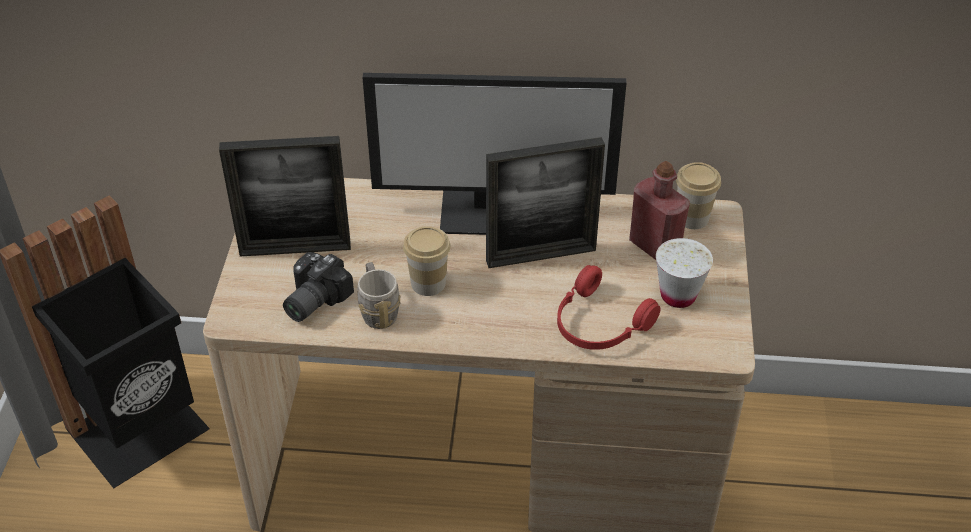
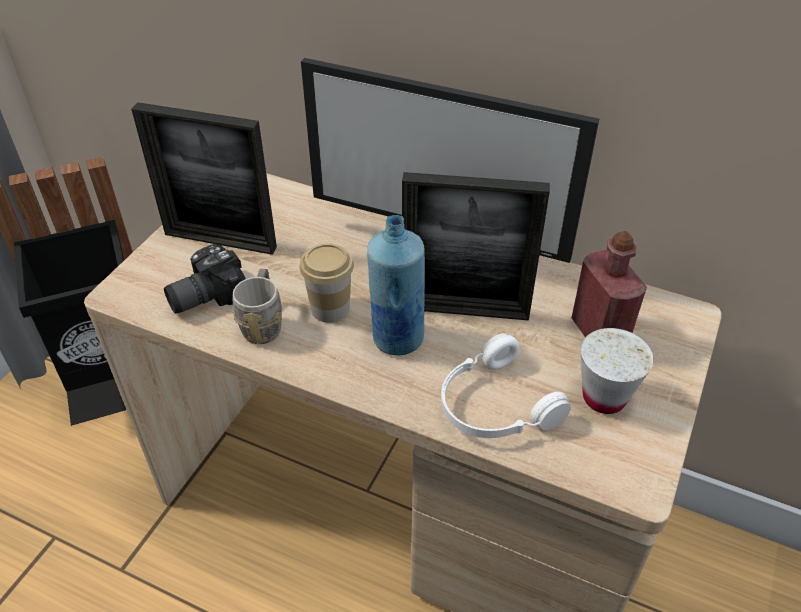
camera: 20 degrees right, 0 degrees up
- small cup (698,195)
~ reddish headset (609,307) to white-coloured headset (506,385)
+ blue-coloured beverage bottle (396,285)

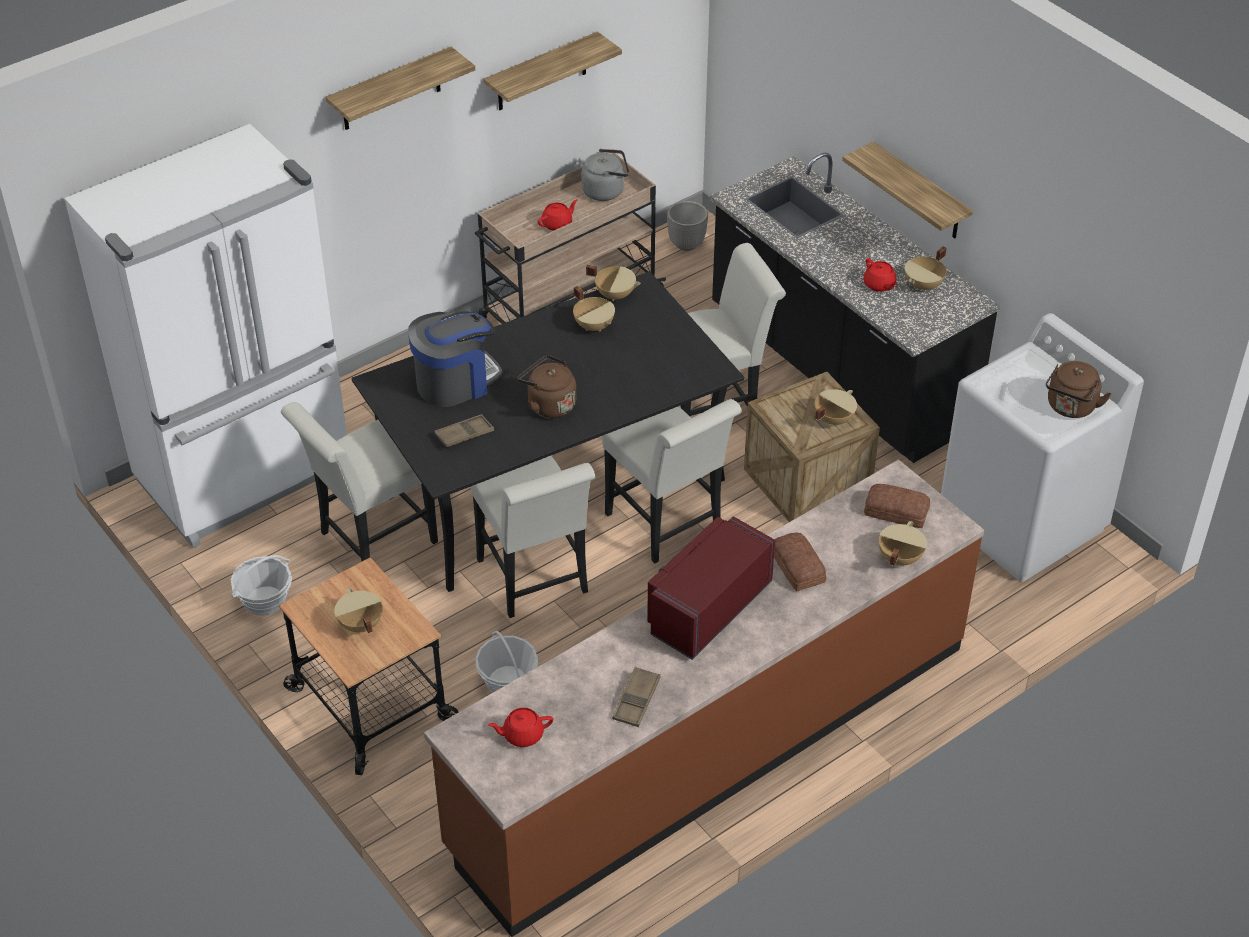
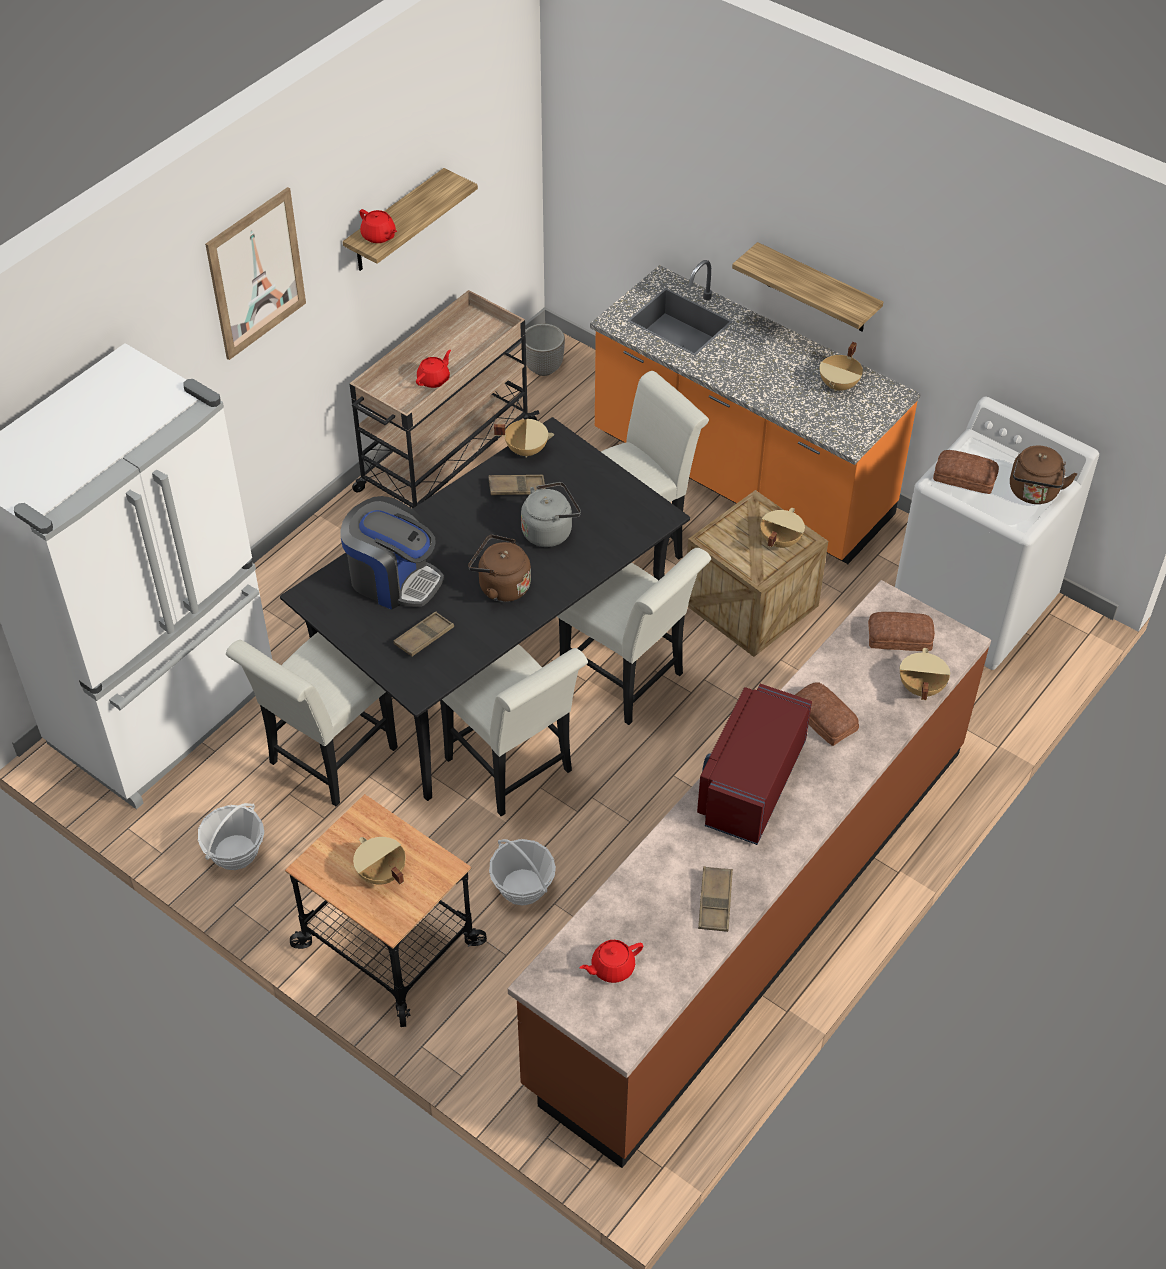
camera: 15 degrees left, 5 degrees up
~ shelf (400,88) to wall picture (255,273)
~ gray kettle (605,175) to (551,514)
~ blackish kitchen base unit (855,308) to orange kitchen base unit (755,412)
~ reddish pot for tea (880,275) to (378,226)
~ sand-coloured saucepot (594,309) to brown carrying tray (517,485)
~ coffee machine (455,359) = (392,553) 75 degrees clockwise
+ bakery bread (966,472)

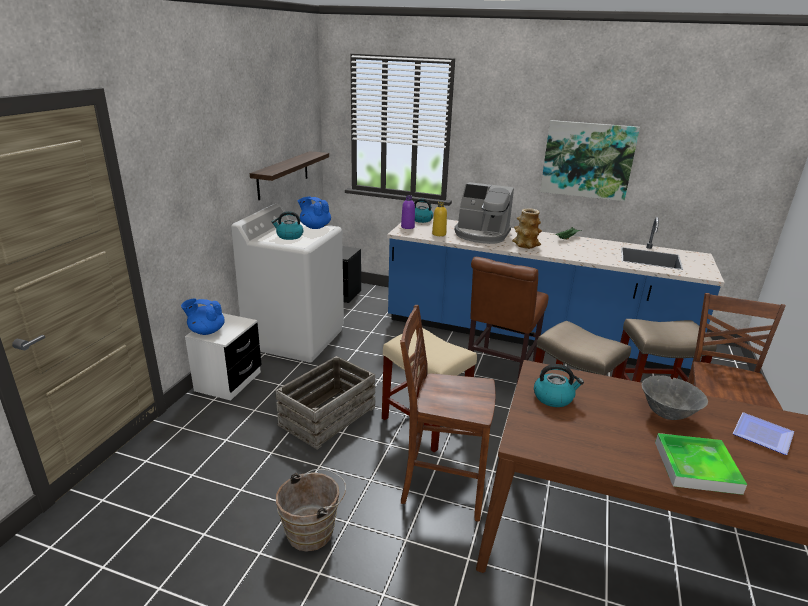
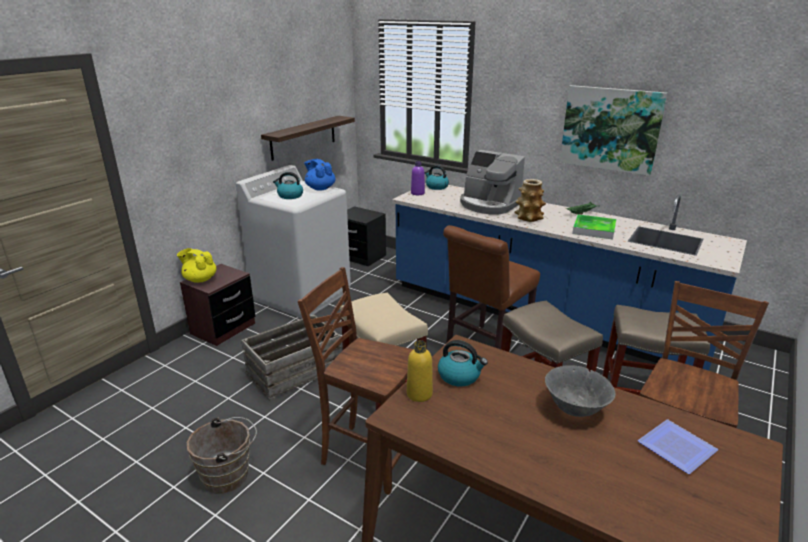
camera: 15 degrees right, 0 degrees up
~ yellow-coloured beverage bottle (439,219) to (420,371)
~ blue-coloured pot for tea (203,316) to yellow-coloured pot for tea (196,265)
~ white-coloured bedside table (223,356) to brown bedside table (217,305)
~ carrying tray (701,464) to (594,227)

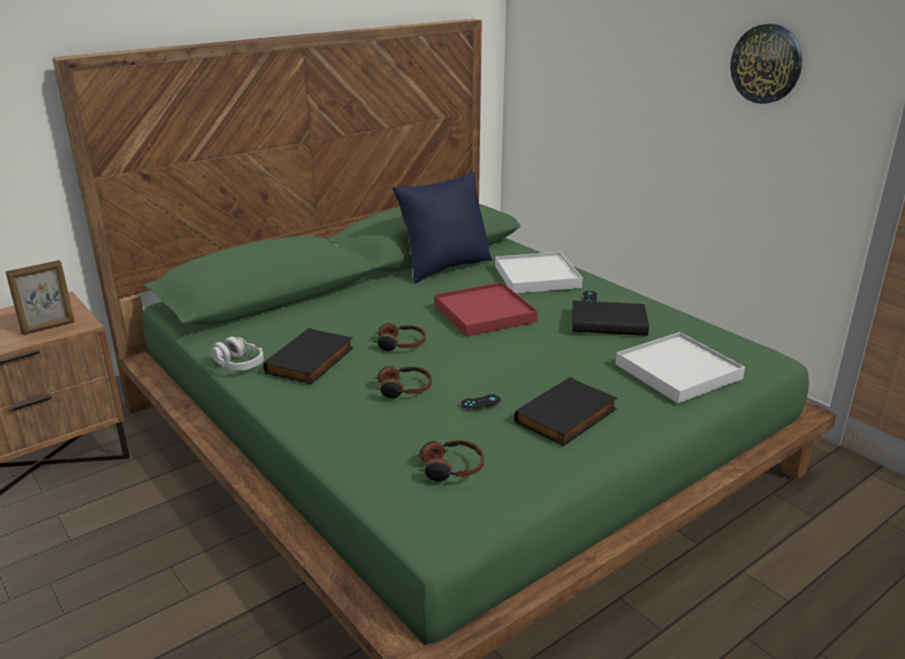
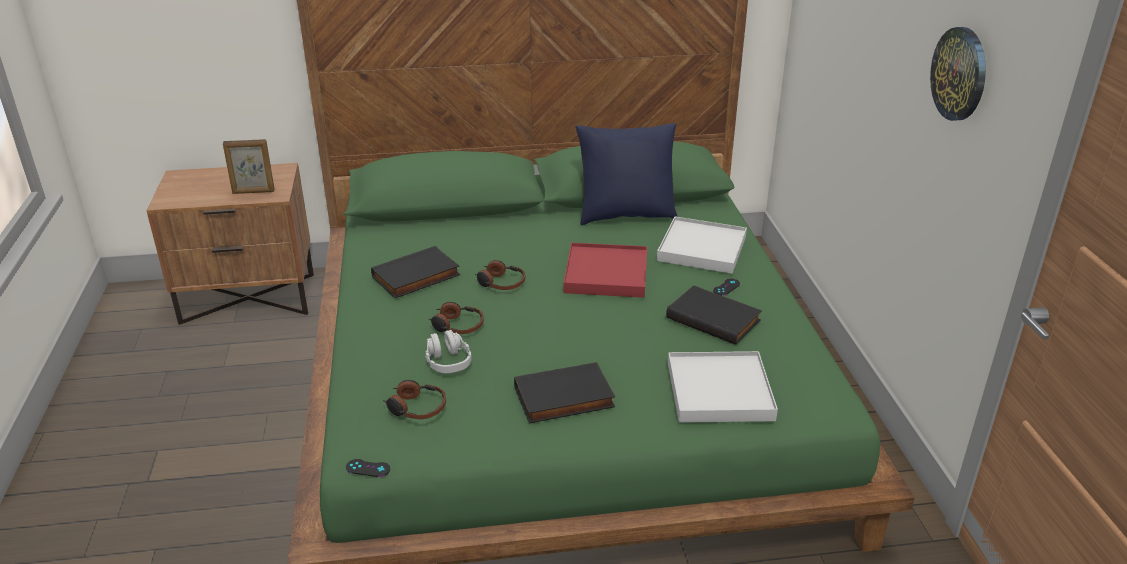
camera: 30 degrees right, 5 degrees up
~ gray headset (237,353) to (449,351)
~ blackish joypad (481,402) to (368,468)

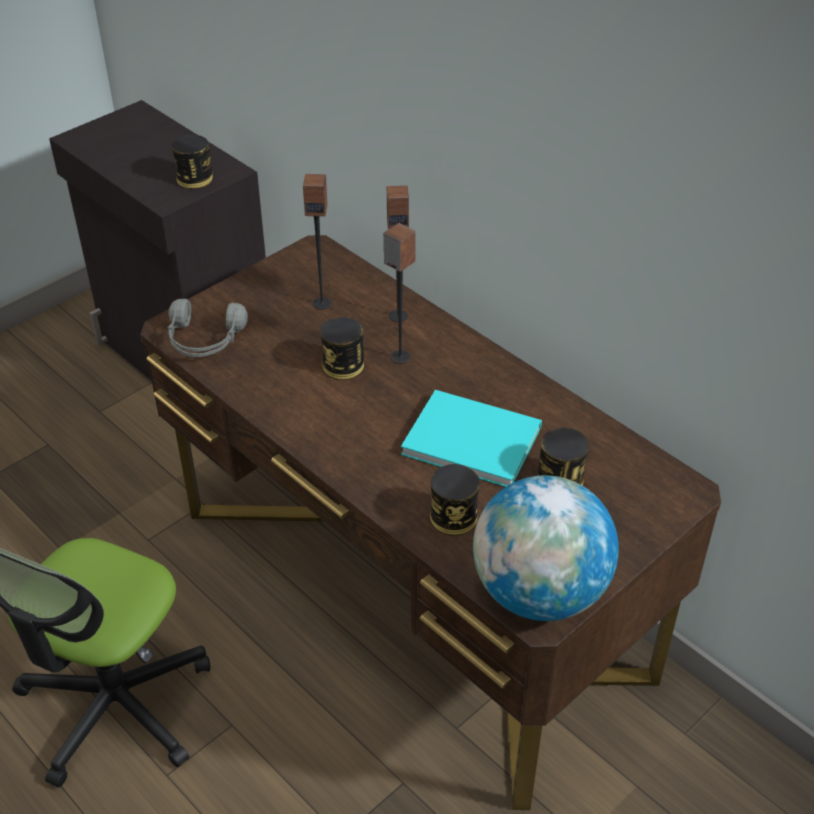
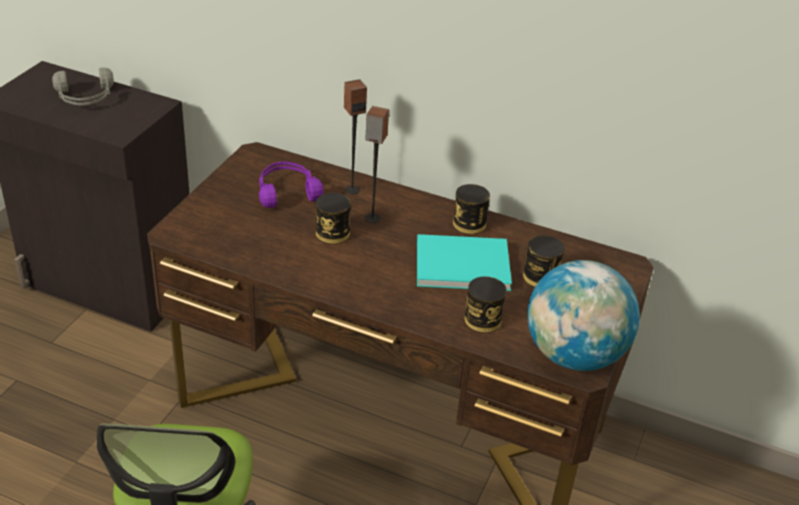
camera: 25 degrees left, 5 degrees down
~ metal can (192,161) to (471,209)
~ audio speaker (317,242) to purple-coloured headset (291,185)
~ gray headset (208,328) to (83,87)

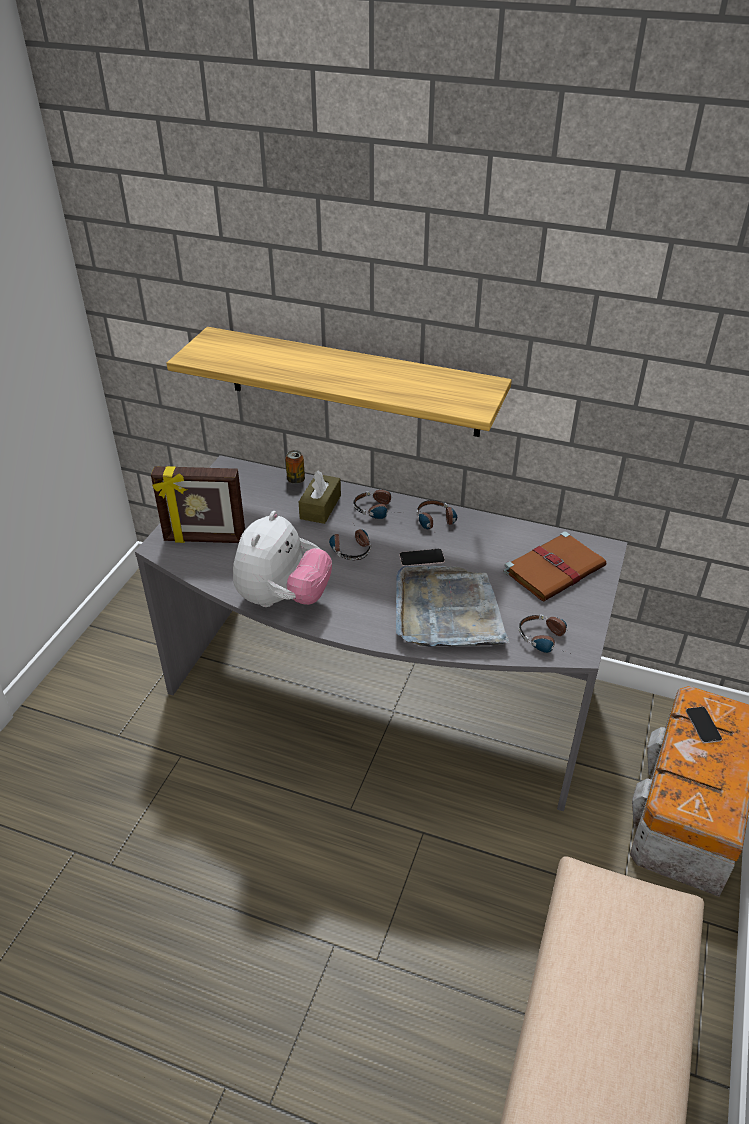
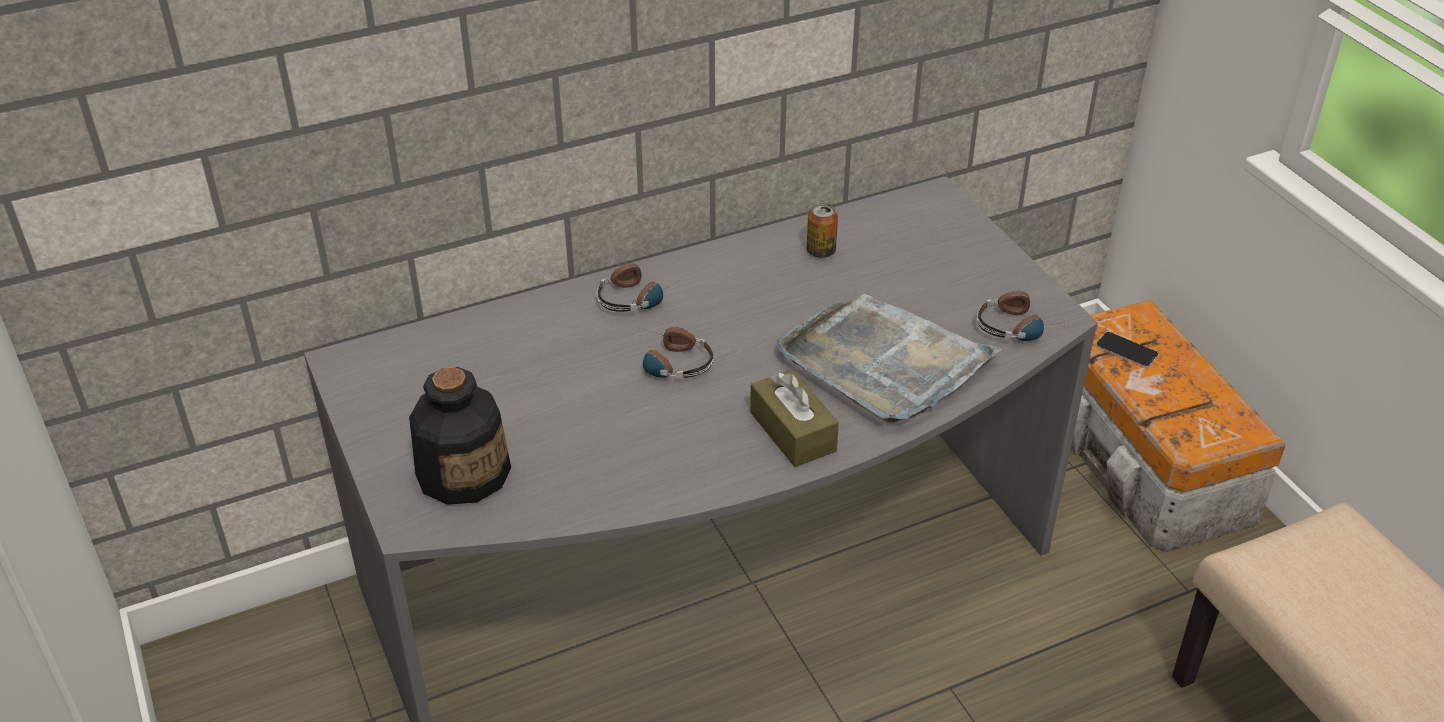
camera: 45 degrees left, 0 degrees up
- shelf (339,382)
~ metal can (295,467) to (822,230)
~ photo frame (198,504) to beverage bottle (460,436)
~ brown tissue holder (320,497) to (794,418)
- headset (437,517)
- soft toy (282,559)
- brown book (555,566)
- handset (422,557)

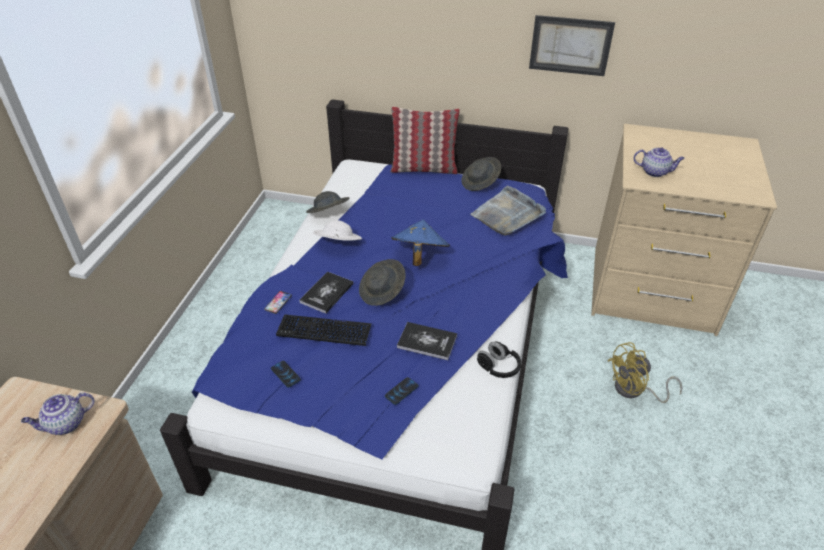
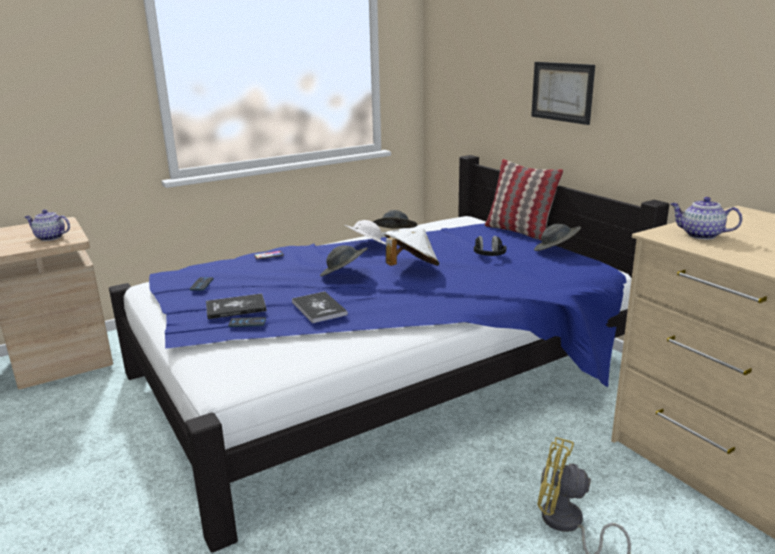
camera: 45 degrees right, 20 degrees down
~ wall picture (572,45) to (563,93)
~ pot for tea (659,162) = (706,218) 150 degrees clockwise
- gray carrying tray (508,211)
~ blue-coloured wearable hat (420,243) to white-coloured wearable hat (411,247)
~ book (326,292) to (236,306)
- computer keyboard (324,330)
~ blackish headset (499,360) to (490,246)

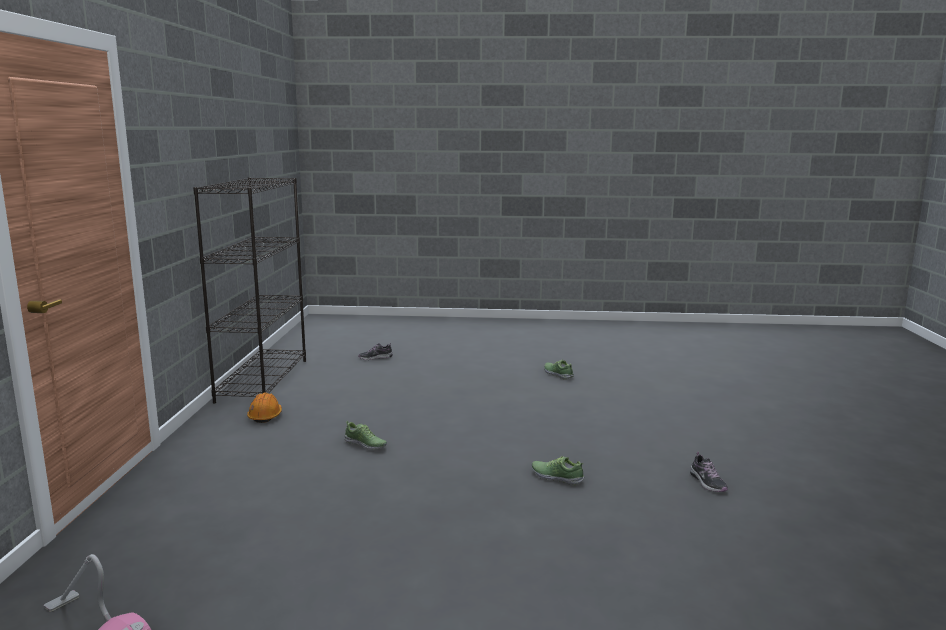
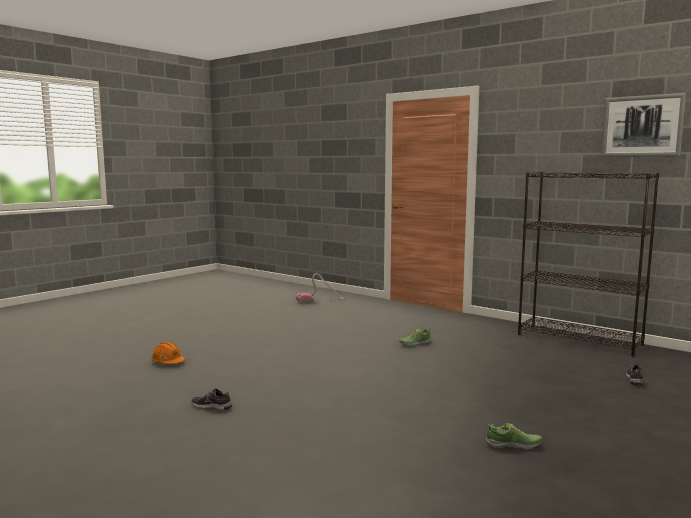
camera: 125 degrees right, 5 degrees down
~ orange safety helmet (264,407) to (168,353)
- item of footwear (558,470)
+ wall picture (643,125)

